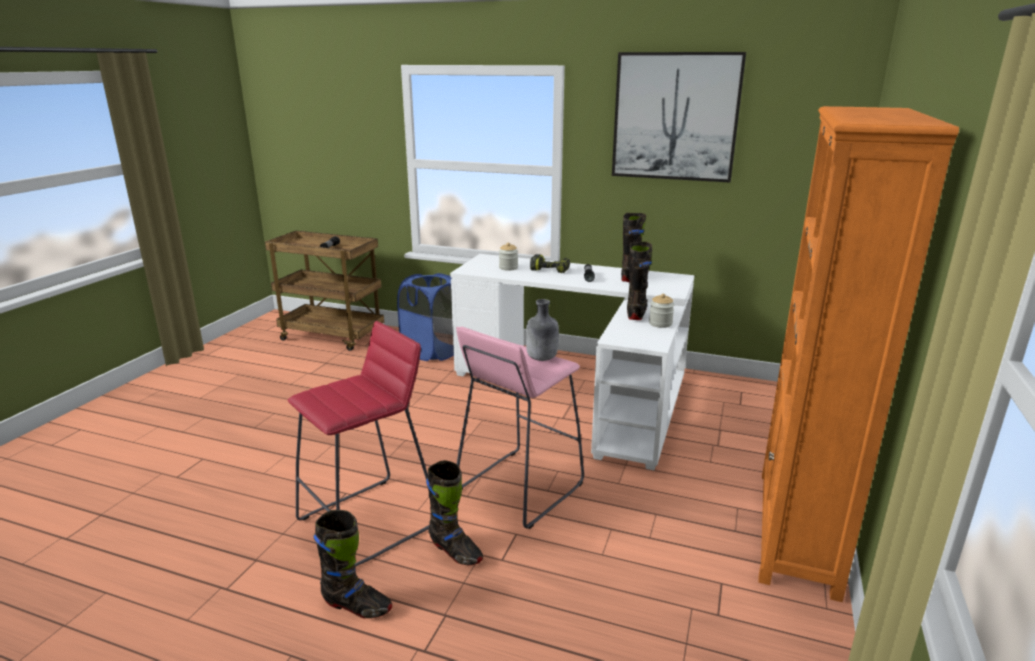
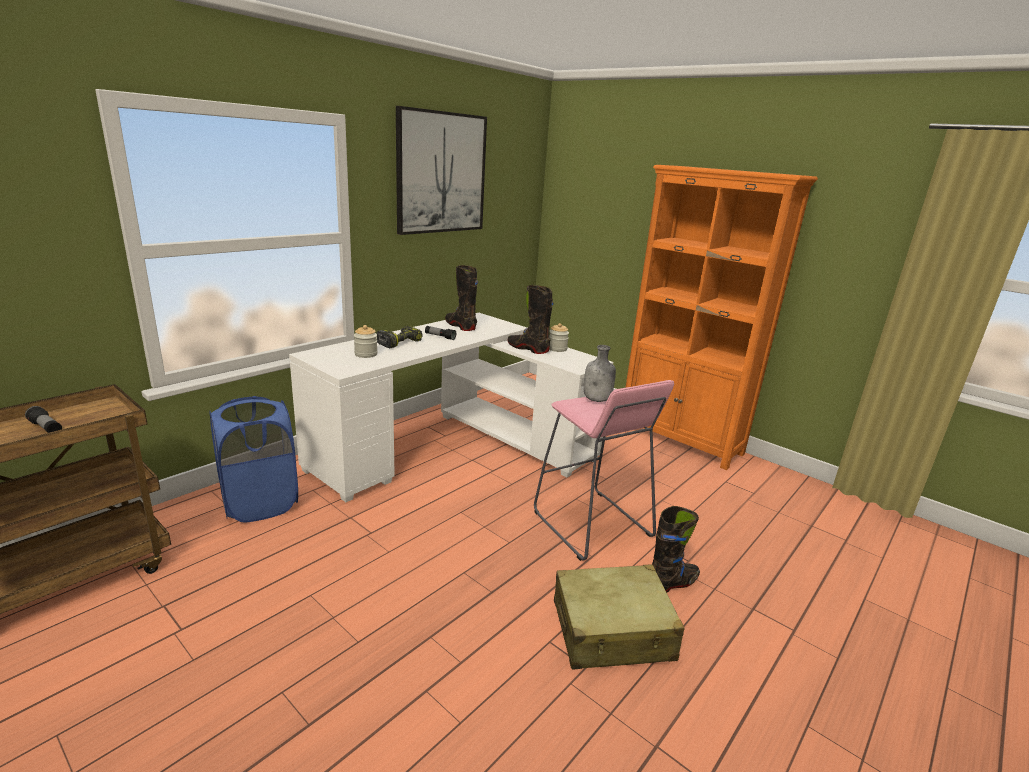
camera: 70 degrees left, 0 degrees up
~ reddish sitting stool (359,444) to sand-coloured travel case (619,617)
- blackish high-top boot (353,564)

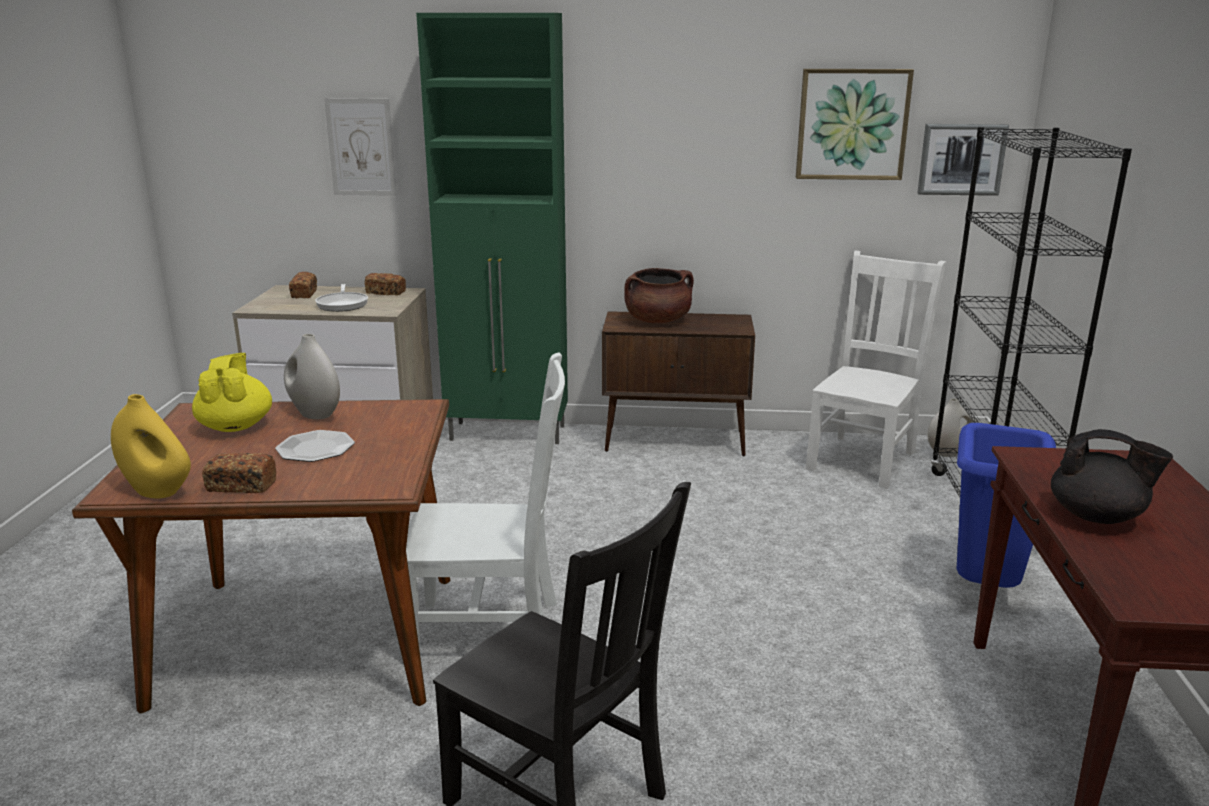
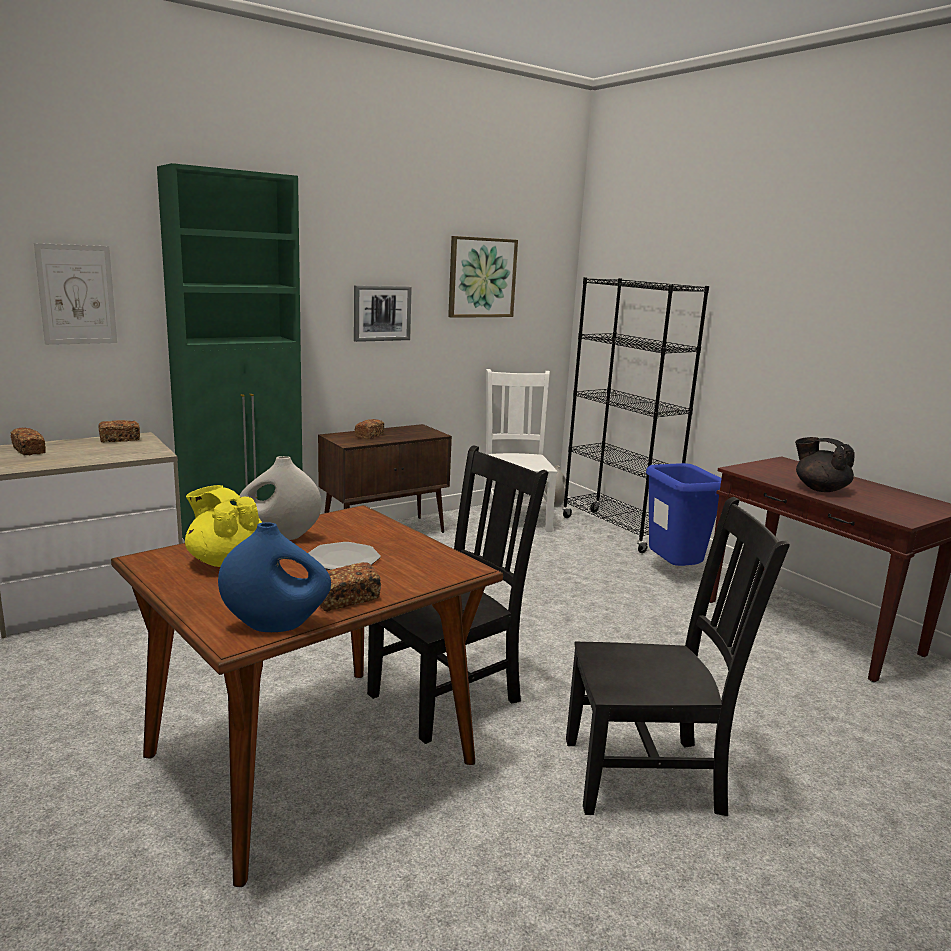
camera: 40 degrees left, 5 degrees down
~ wall picture (963,160) to (383,313)
~ brown saucepot (659,295) to bakery bread (369,429)
- pan (341,298)
~ white-coloured plain chair (485,497) to blackish plain chair (458,594)
~ yellow-coloured vase (151,446) to blue-coloured vase (274,577)
~ blackish pot for tea (1112,476) = (825,464) 120 degrees counterclockwise

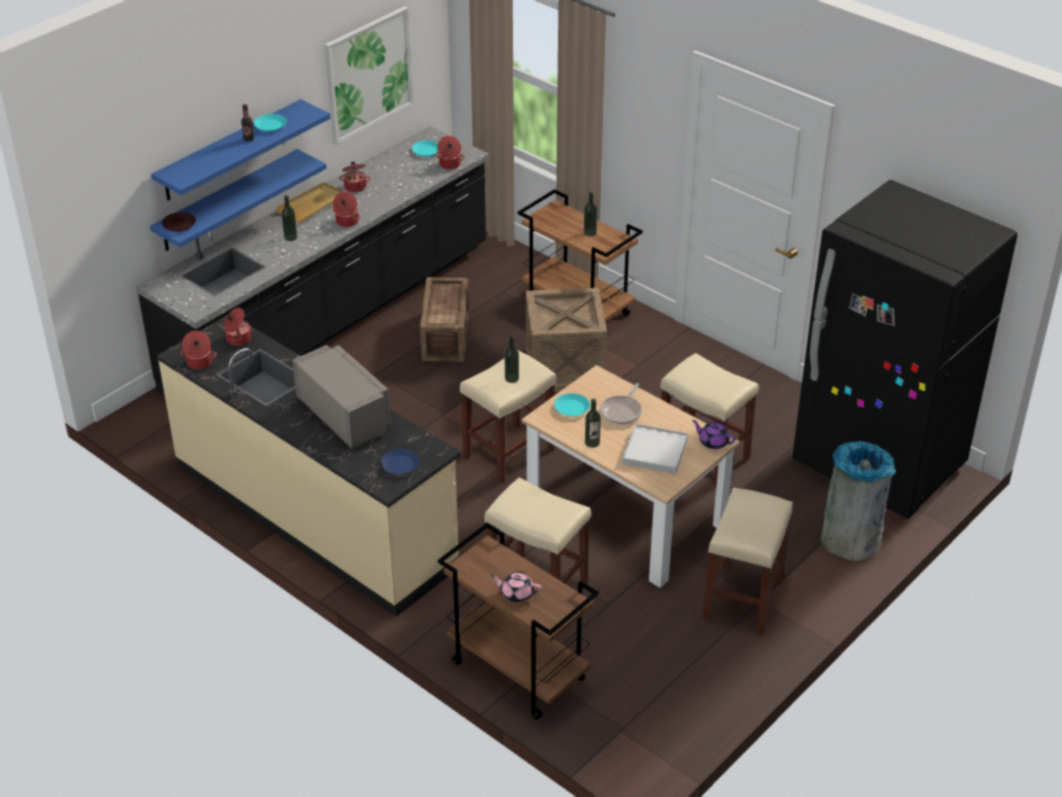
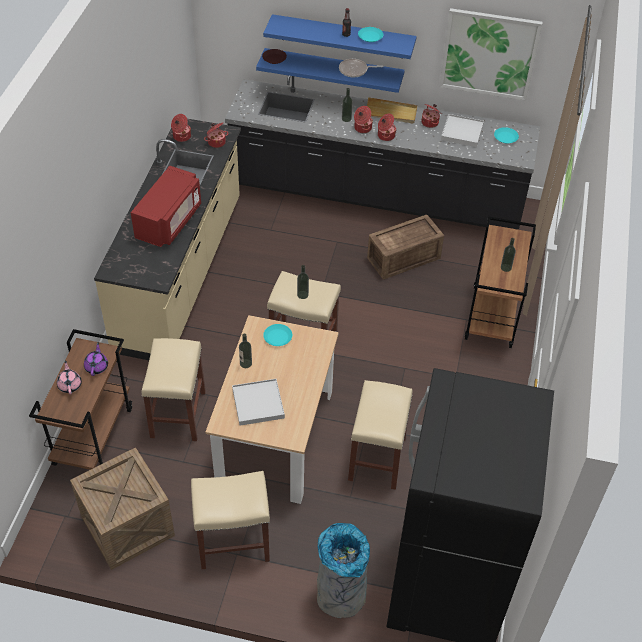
camera: 60 degrees right, 10 degrees up
~ saucepot (450,152) to (363,119)
~ shipping crate (566,340) to (122,508)
~ gray microwave (341,397) to reddish microwave (166,206)
~ pan (621,403) to (361,68)
~ purple-coloured pot for tea (713,434) to (96,359)
- blue-coloured dinner plate (400,461)
+ white-coloured carrying tray (462,130)

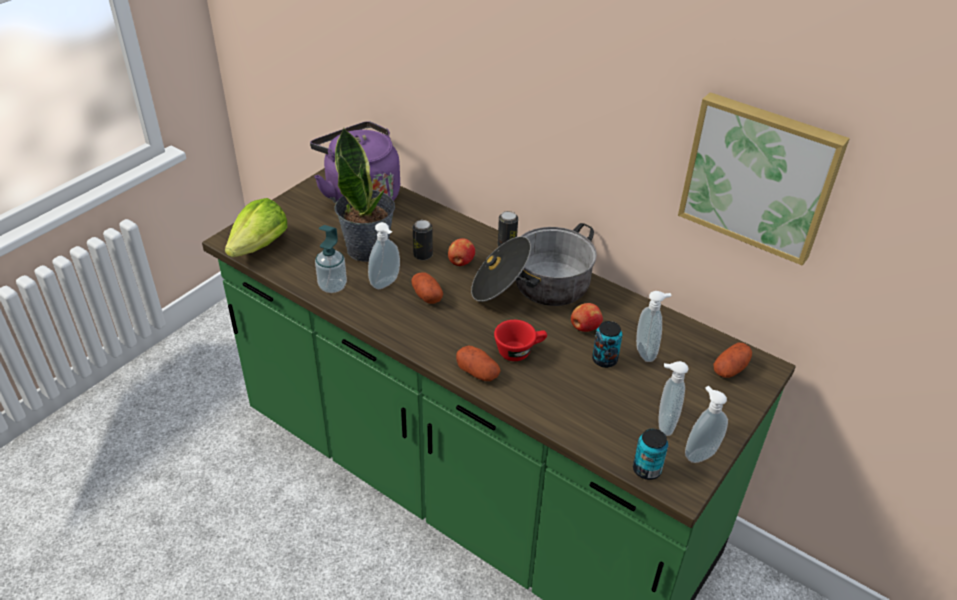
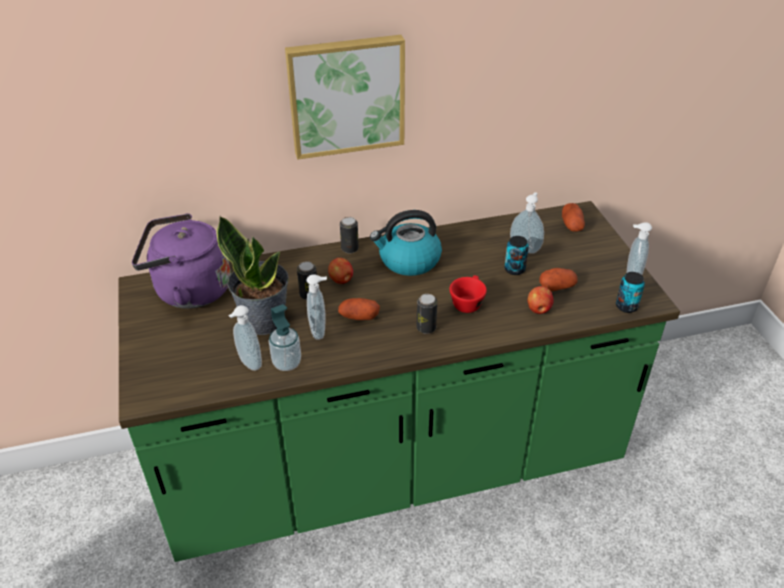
camera: 50 degrees left, 0 degrees up
~ wall picture (764,179) to (345,97)
- head of lettuce (256,227)
~ saucepot (534,264) to kettle (406,243)
~ whole apple (587,317) to (540,300)
~ spud (478,363) to (558,280)
~ soap dispenser (674,398) to (245,338)
+ metal can (427,314)

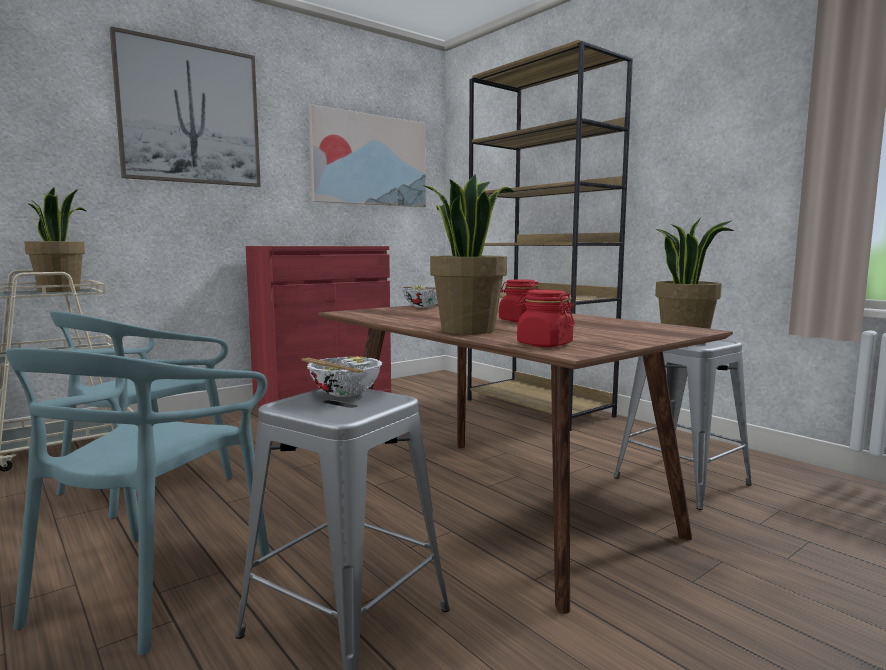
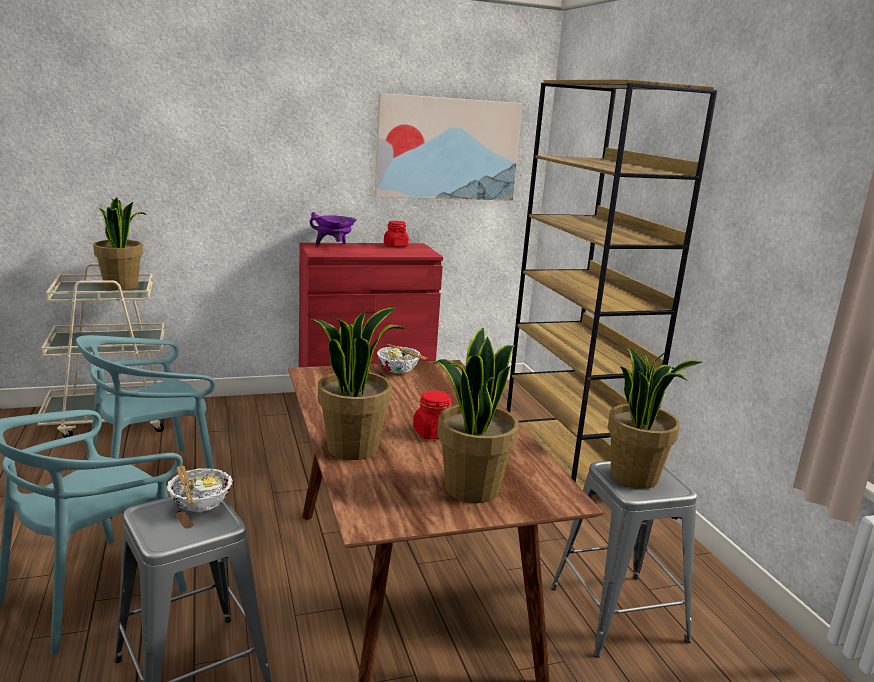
camera: 20 degrees right, 10 degrees up
- wall picture (185,106)
~ reddish storage jar (546,318) to (396,234)
+ purple-coloured saucepot (333,229)
+ plant in a pot (476,415)

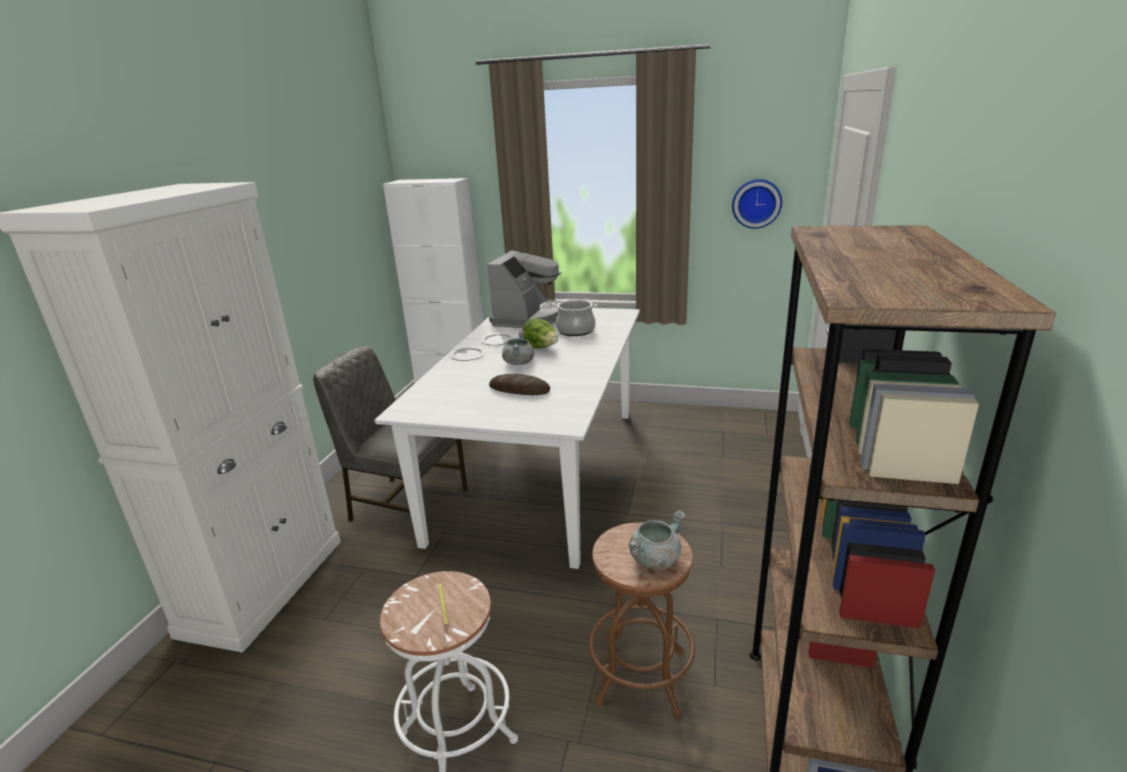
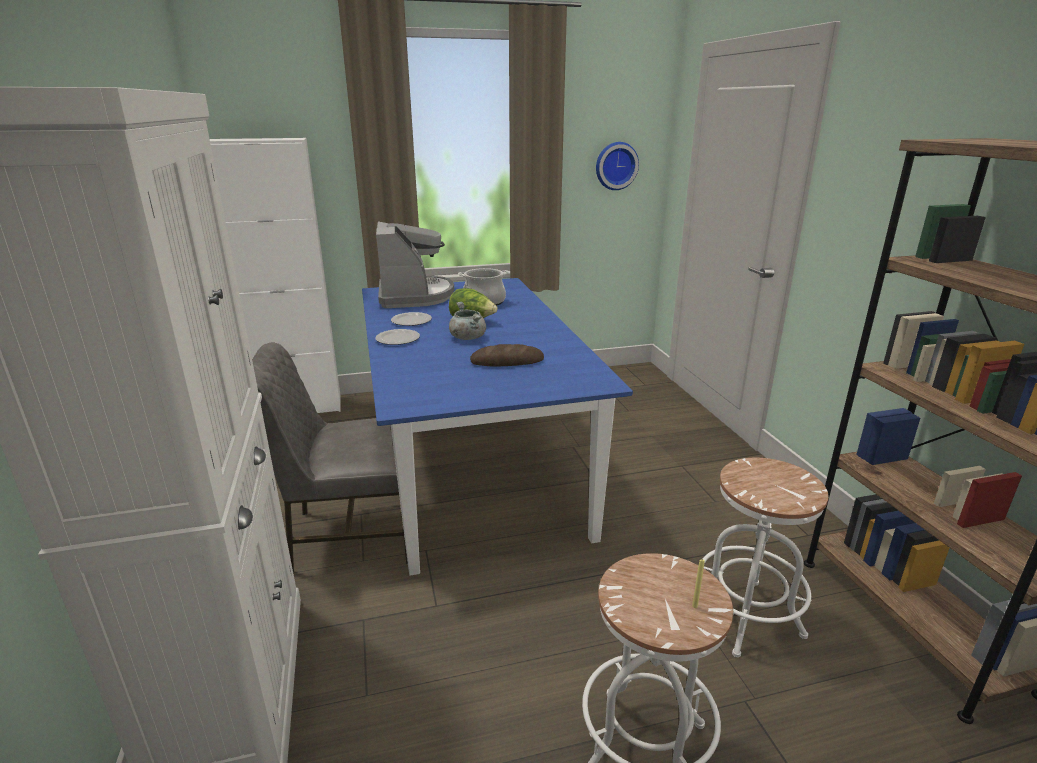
camera: 30 degrees left, 0 degrees up
~ white-coloured kitchen table (507,438) to blue-coloured kitchen table (497,427)
- gray saucepot (657,540)
~ brown sitting stool (642,620) to white-coloured sitting stool (765,557)

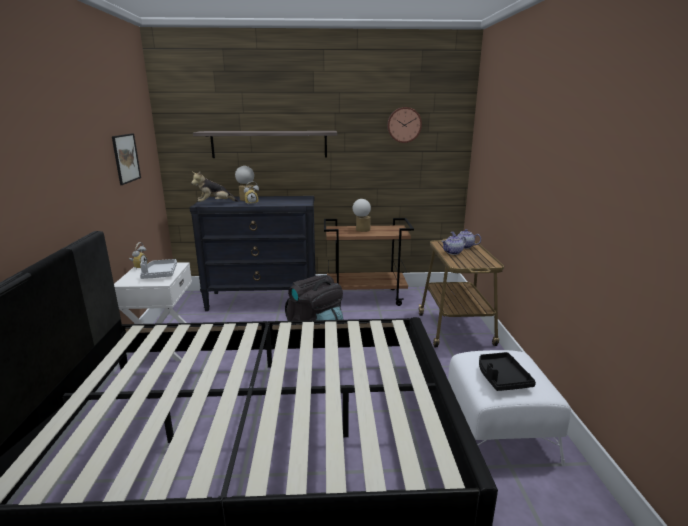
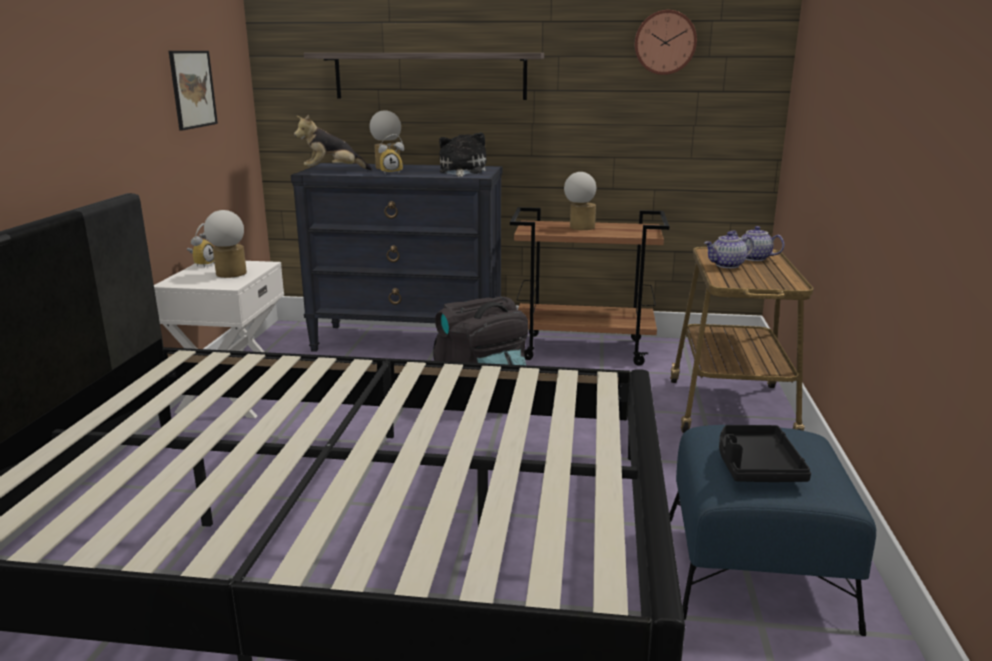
camera: 10 degrees right, 0 degrees up
~ gray carrying tray (158,269) to tabletop lamp (225,244)
~ white-coloured pouffe (509,408) to blue-coloured pouffe (772,530)
+ soft toy (463,154)

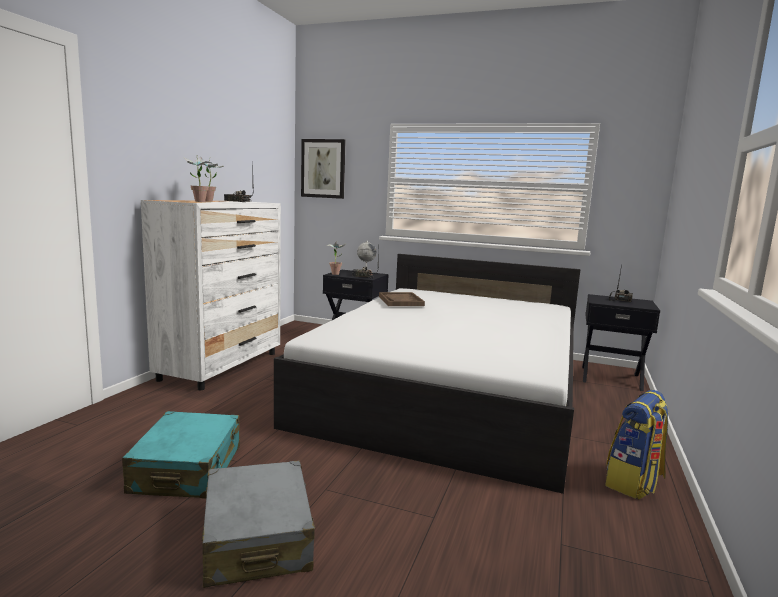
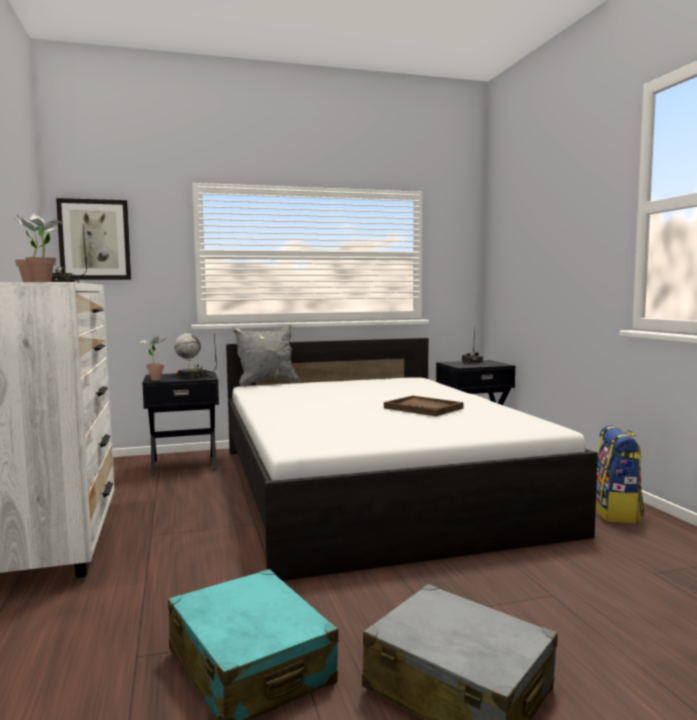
camera: 35 degrees left, 5 degrees down
~ brown carrying tray (402,299) to (424,406)
+ gray throw pillow (266,356)

